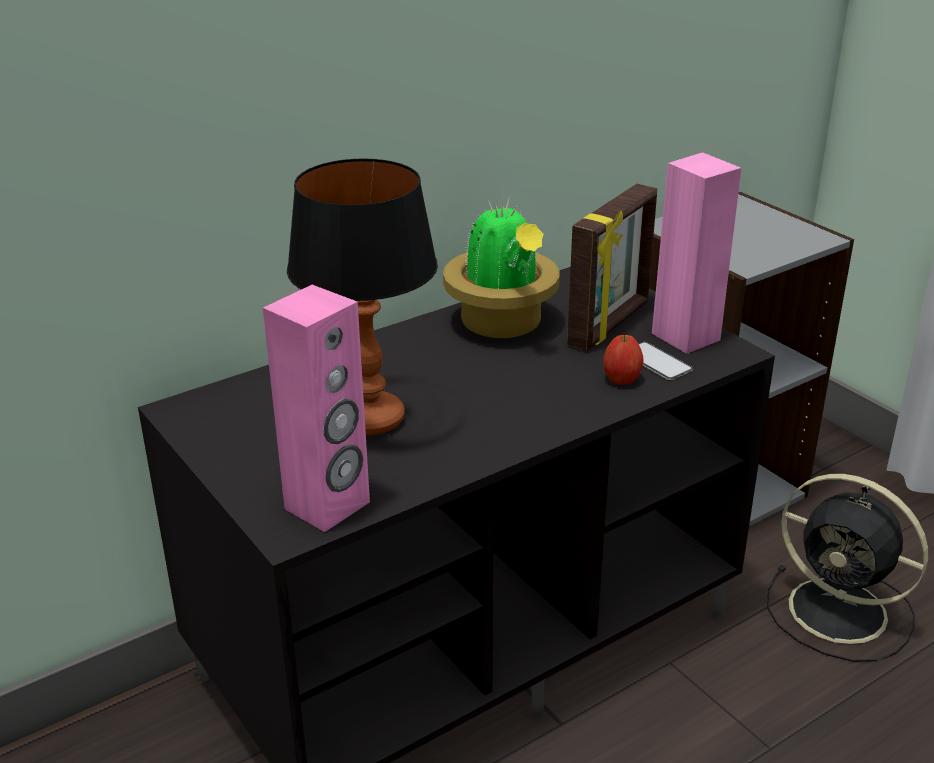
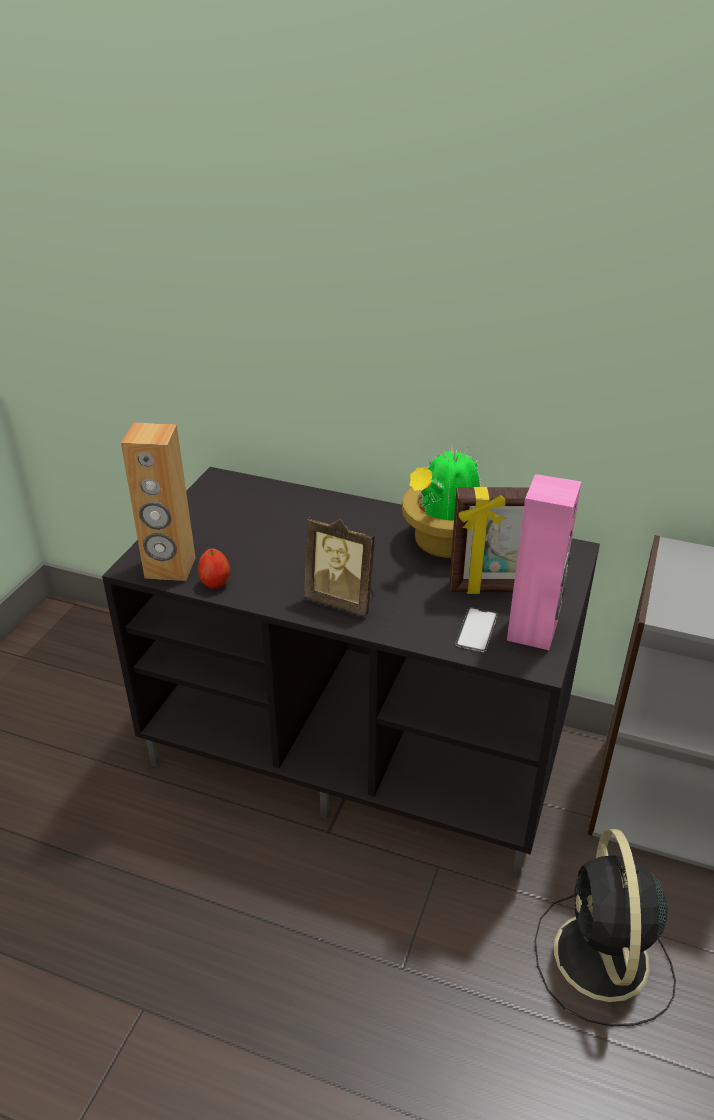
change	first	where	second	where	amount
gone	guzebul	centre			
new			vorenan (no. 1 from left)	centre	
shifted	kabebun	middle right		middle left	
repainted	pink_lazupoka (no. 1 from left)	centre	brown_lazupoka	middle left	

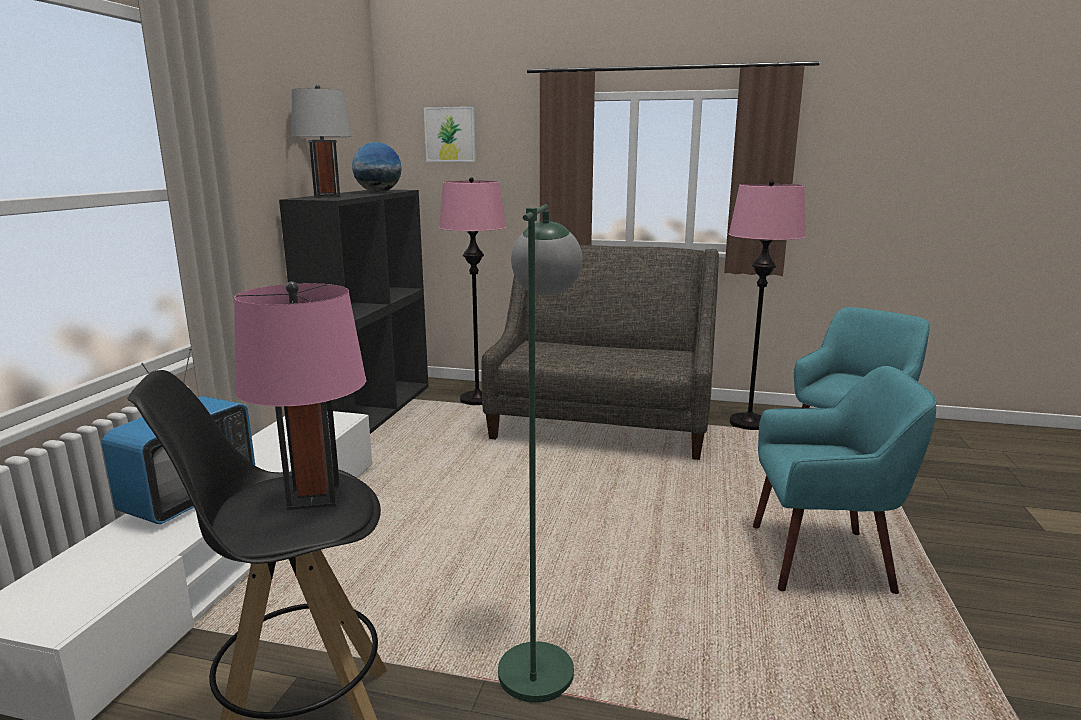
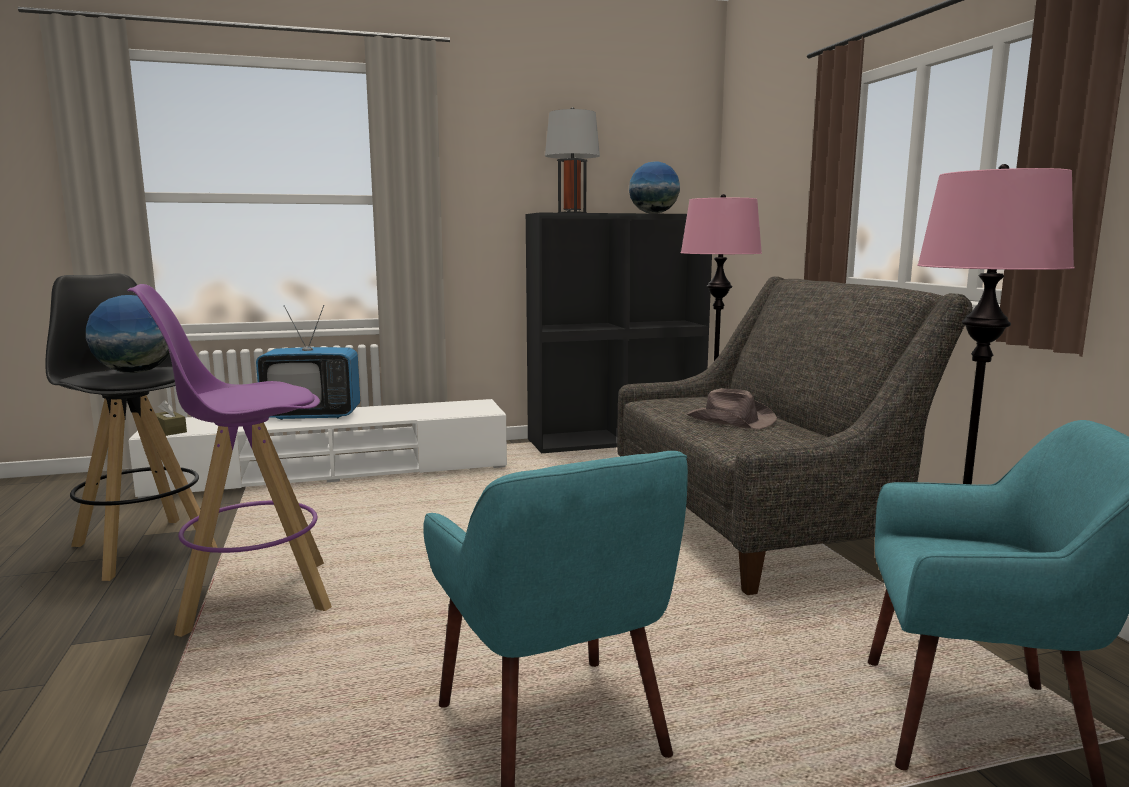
change	first	where	second	where	amount
gone	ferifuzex	top centre			
new			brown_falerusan	middle left	
new			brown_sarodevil	centre	
swapped	pink_guzebul	middle left	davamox (no. 1 from left)	middle left	
swapped	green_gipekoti	centre	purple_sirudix	middle left	

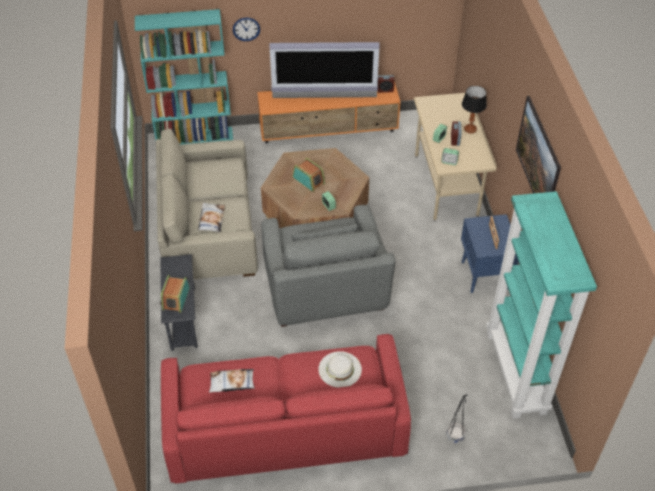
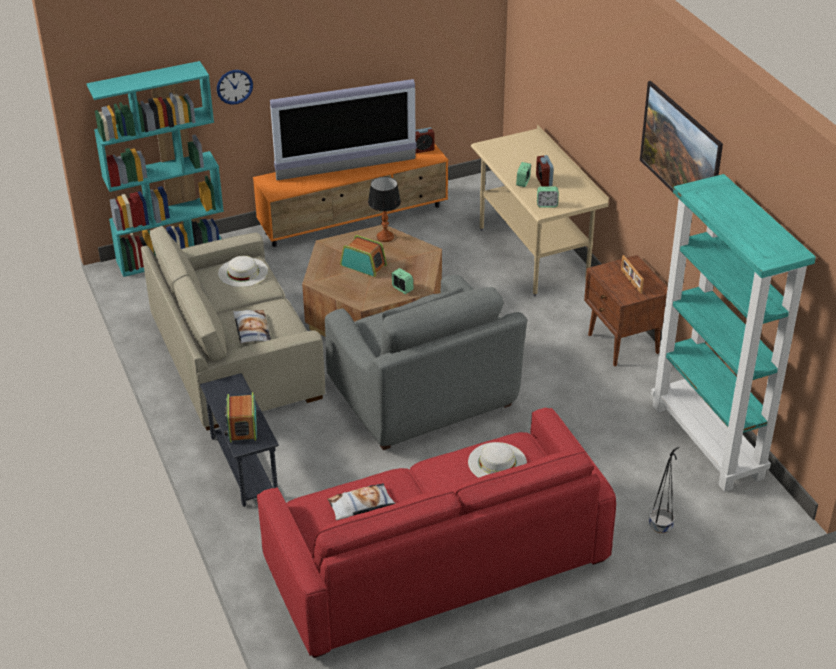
change	first	where	second	where	amount
new			white_sarodevil (no. 1 from left)	middle left	
shifted	guzebul	top right		top centre	
repainted	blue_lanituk	middle right	brown_lanituk	middle right	

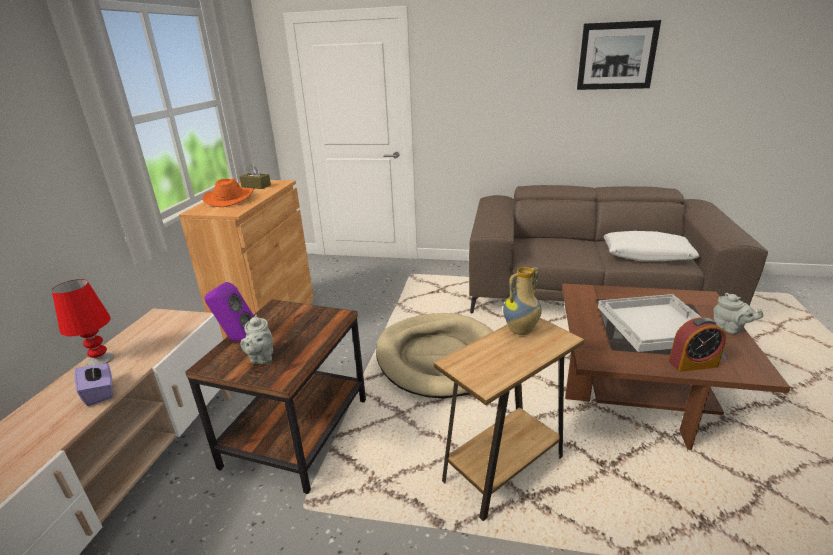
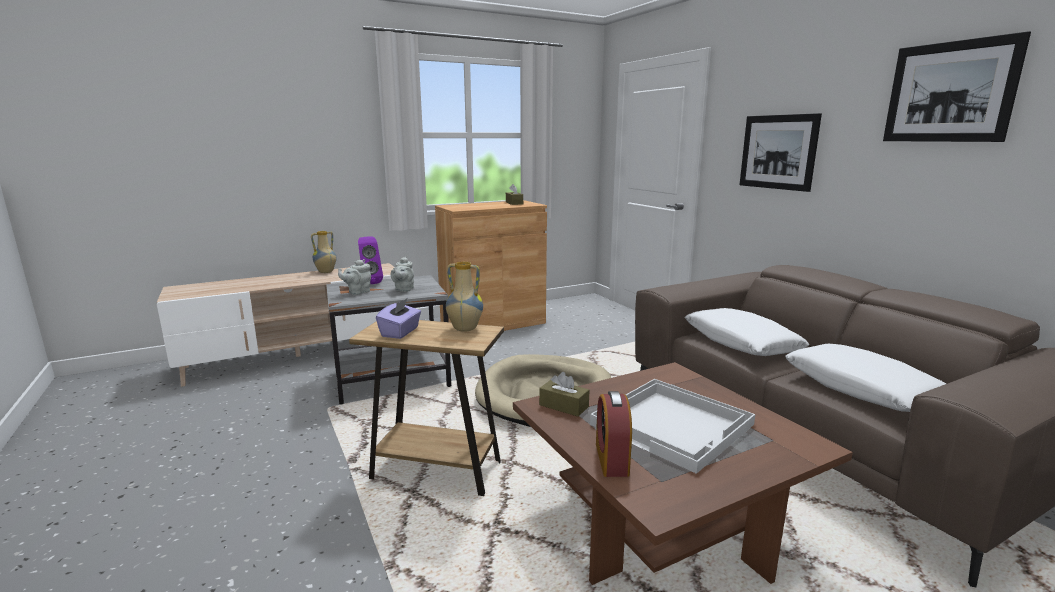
change	first	where	second	where	amount
gone	orange_sarodevil	middle left			
new			brown_falerusan (no. 2 from left)	centre	
new			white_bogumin (no. 1 from left)	middle right	
new			ferifuzex (no. 1 from left)	top right	
shifted	purple_falerusan	bottom left		centre	
shifted	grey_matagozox (no. 2 from left)	middle right		centre	
swapped	red_guzebul	middle left	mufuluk (no. 1 from left)	middle left	
repainted	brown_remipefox (no. 1 from left)	bottom left	grey_remipefox	centre	
rotated	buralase	middle right		bottom centre	45 degrees clockwise

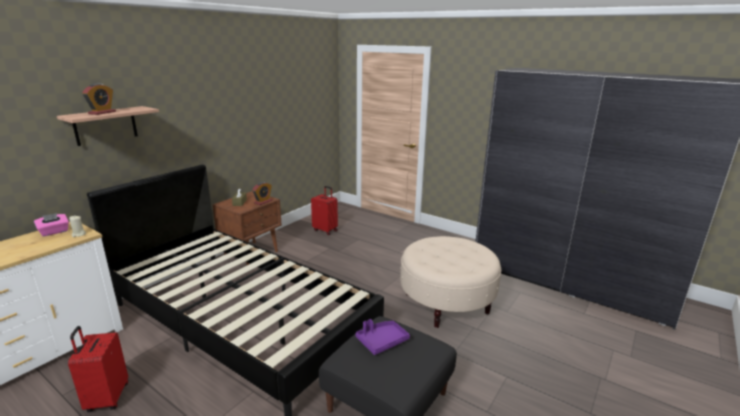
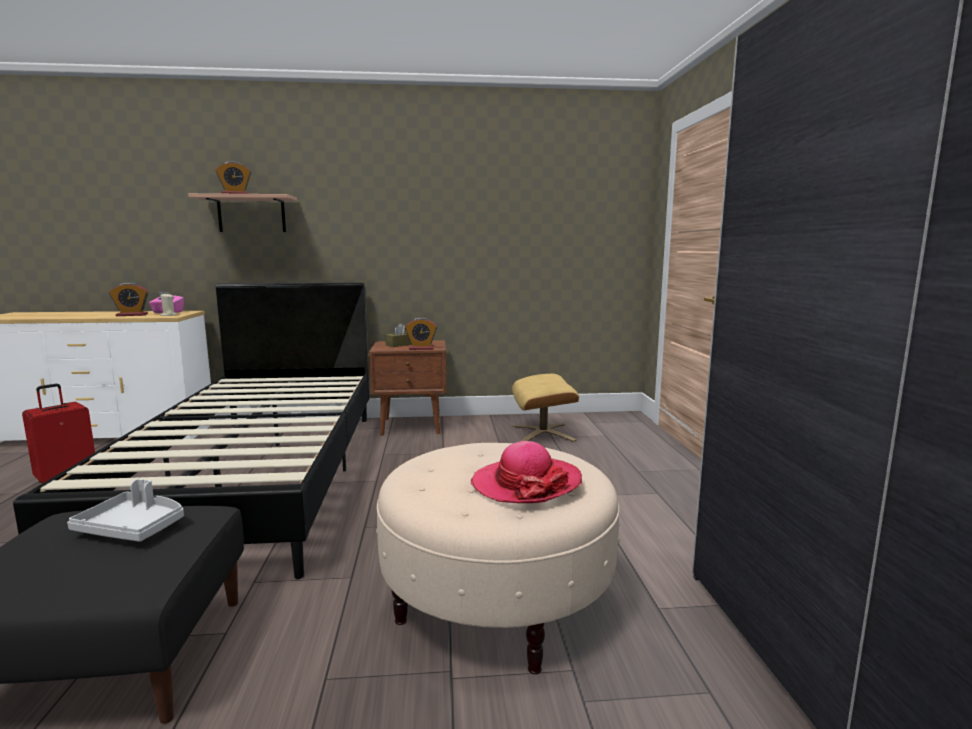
change	first	where	second	where	amount
new			buralase (no. 1 from left)	middle left	
new			sarodevil	centre	
swapped	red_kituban (no. 2 from left)	centre	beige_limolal (no. 2 from left)	centre	
repainted	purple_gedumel	bottom centre	grey_gedumel	bottom left	

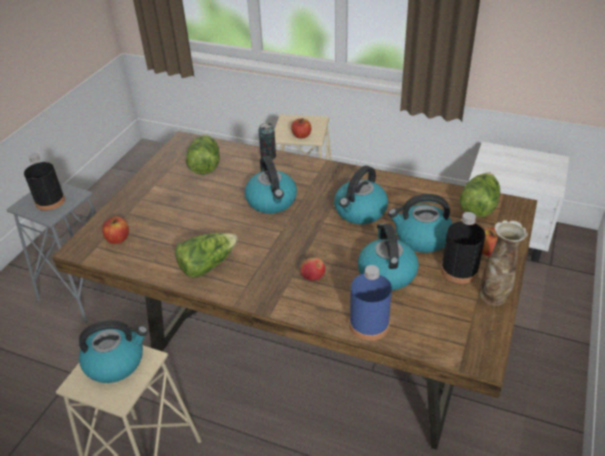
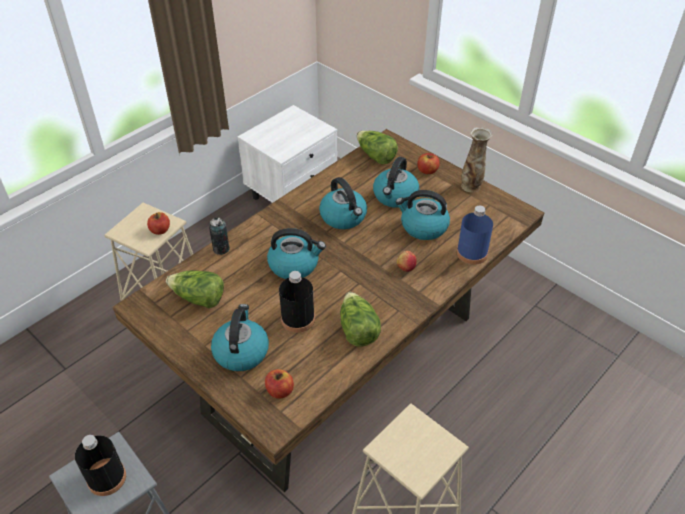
change	first	where	second	where	amount
shifted	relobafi (no. 1 from left)	bottom left		centre	
shifted	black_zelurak (no. 2 from left)	middle right		centre	

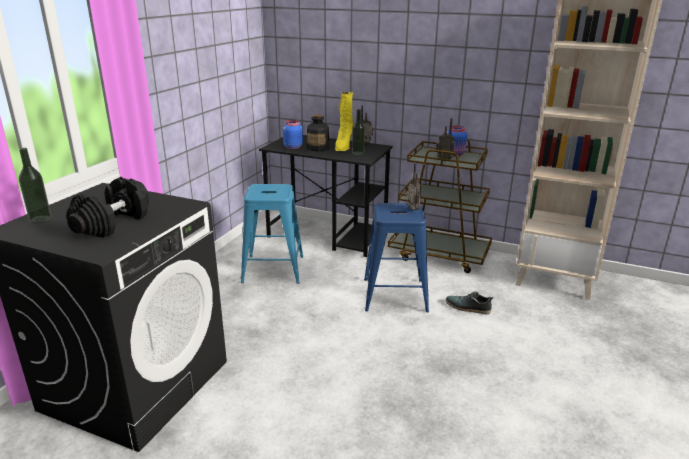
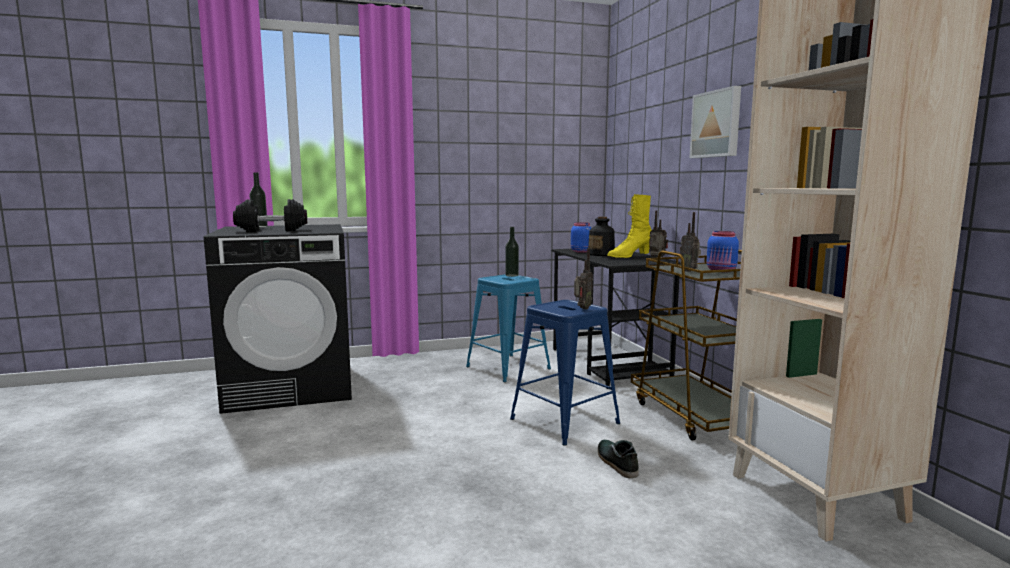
change	first	where	second	where	amount
new			ferifuzex	top right	
shifted	zelurak (no. 3 from left in the first image)	top centre	zelurak (no. 2 from left)	centre	

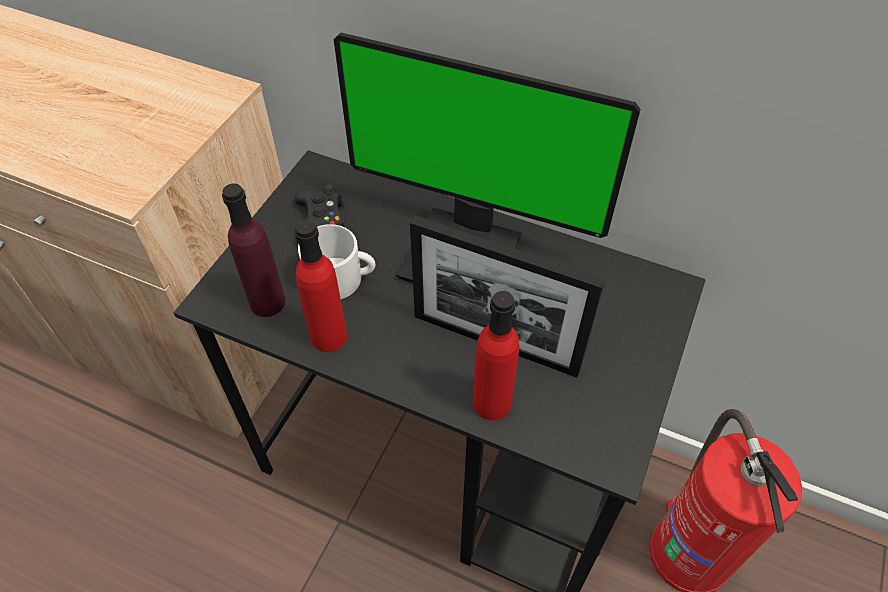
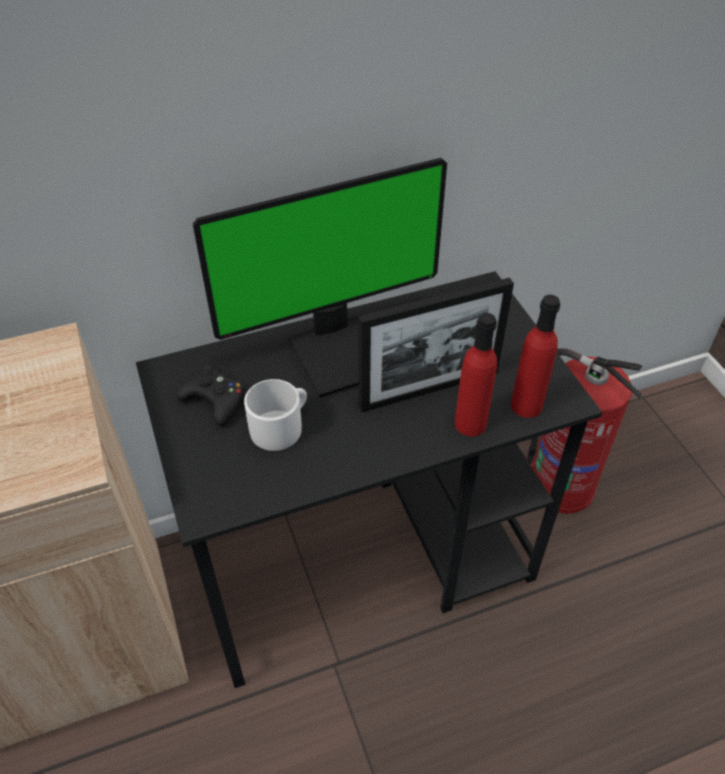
change	first	where	second	where	amount
gone	purple_zelurak	middle left			
shifted	red_zelurak (no. 1 from left in the first image)	centre	red_zelurak (no. 2 from left)	middle right	

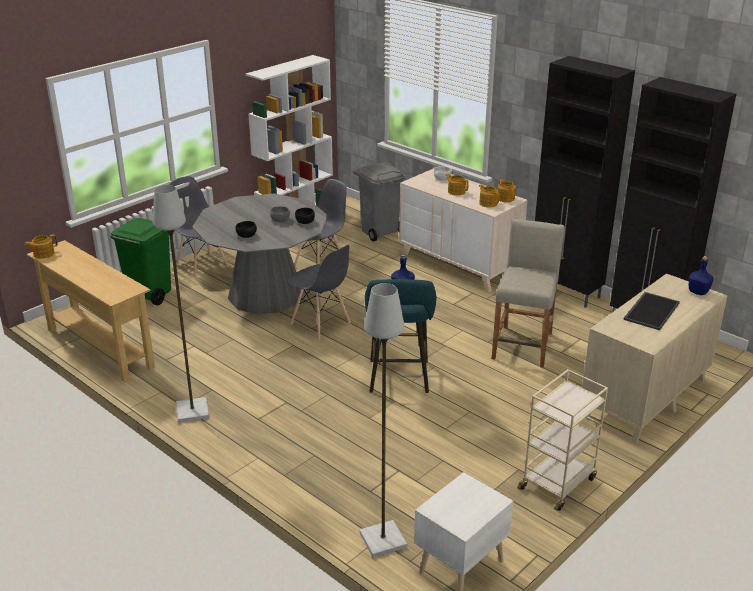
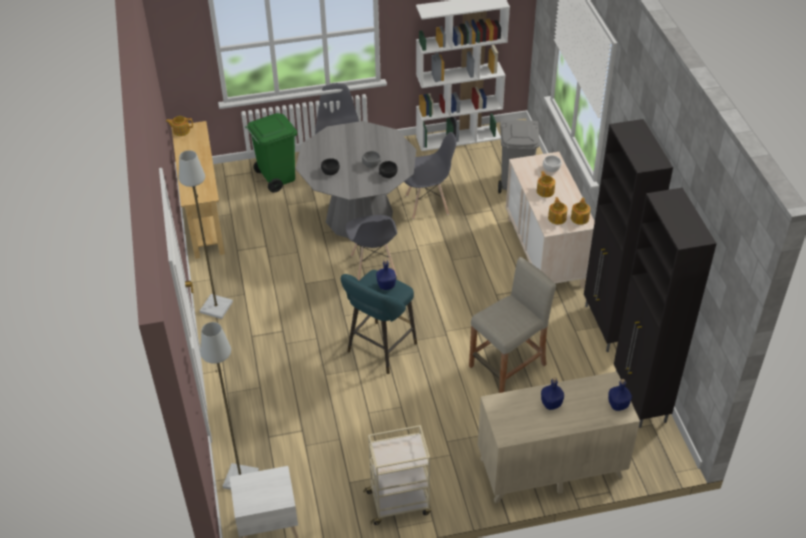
change	first	where	second	where	amount
swapped	gedumel	middle right	blue_zelurak (no. 2 from left)	bottom right	

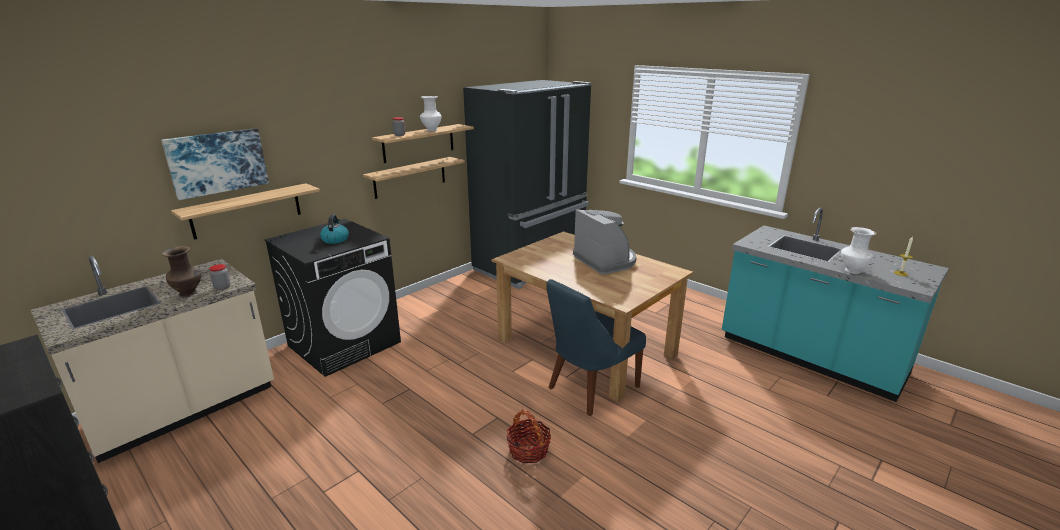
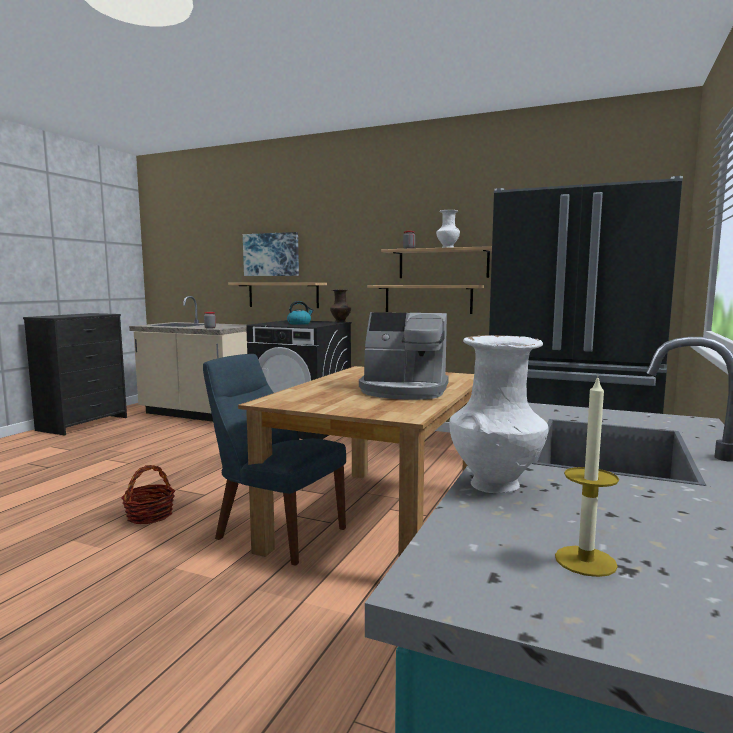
change	first	where	second	where	amount
shifted	brown_mufuluk	middle left		centre	
rotated	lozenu	centre		centre	60 degrees clockwise

